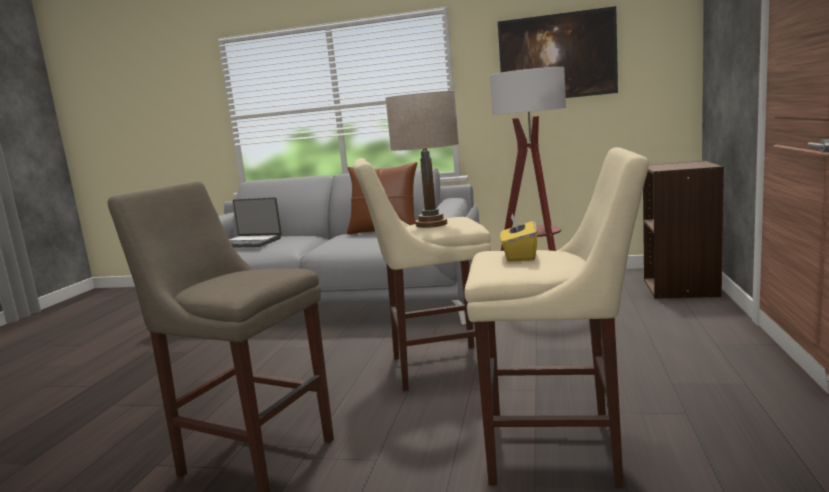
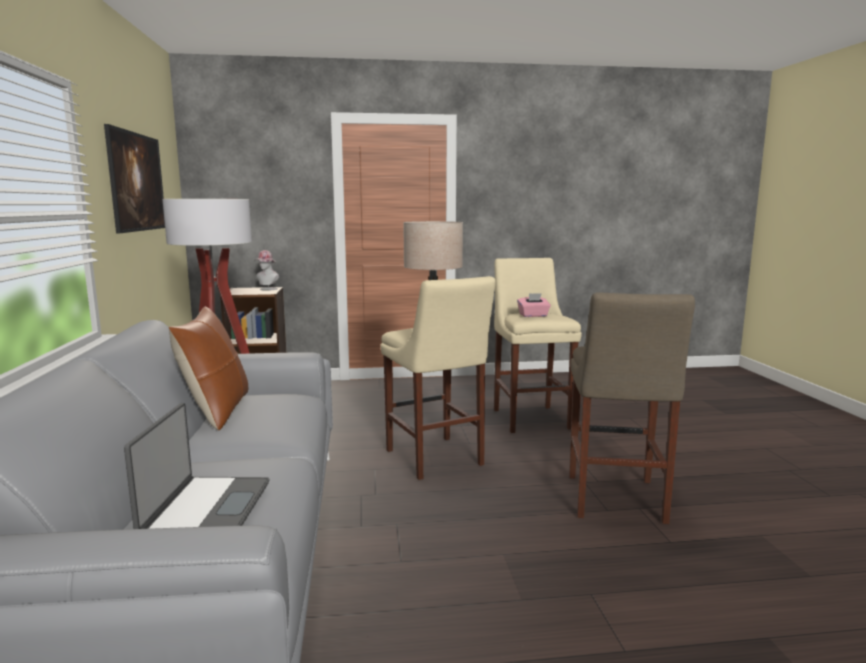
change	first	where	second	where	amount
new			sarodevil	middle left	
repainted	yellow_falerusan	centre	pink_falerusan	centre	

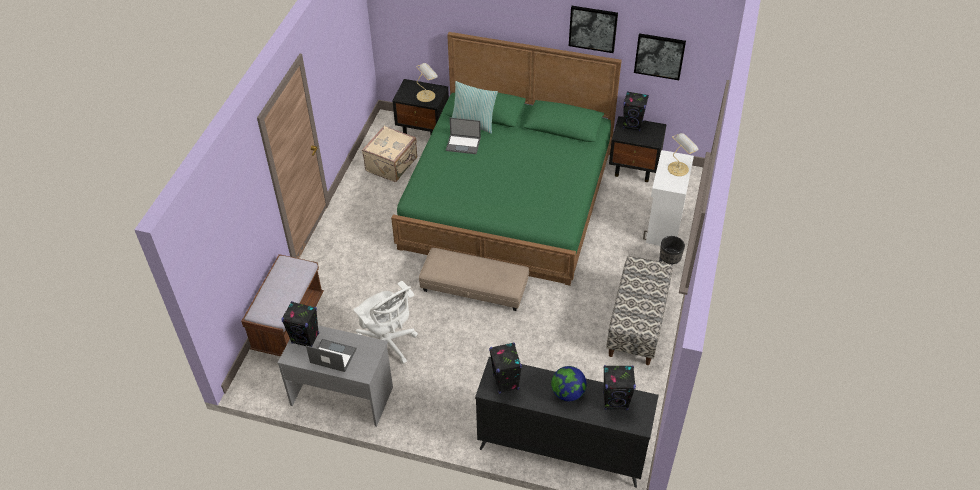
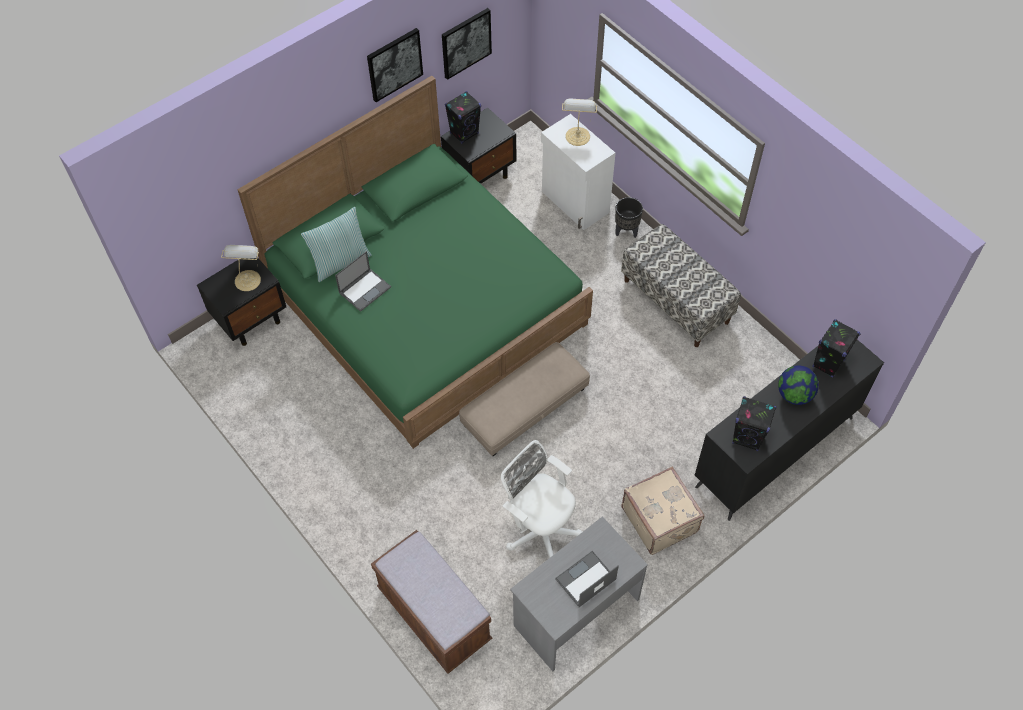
change	first	where	second	where	amount
gone	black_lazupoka (no. 1 from left)	middle left			
shifted	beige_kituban	top centre		bottom centre	
rotated	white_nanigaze	centre		bottom centre	135 degrees counterclockwise

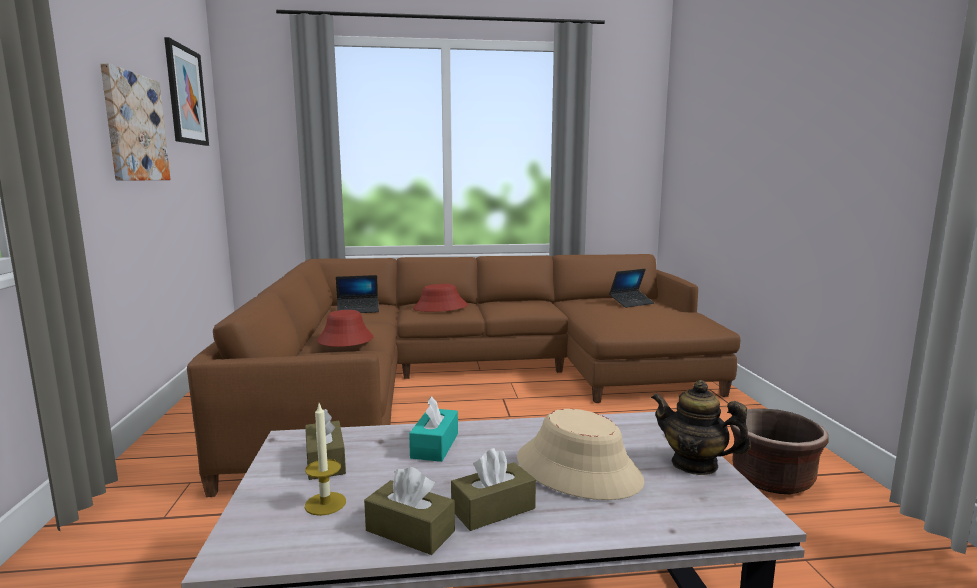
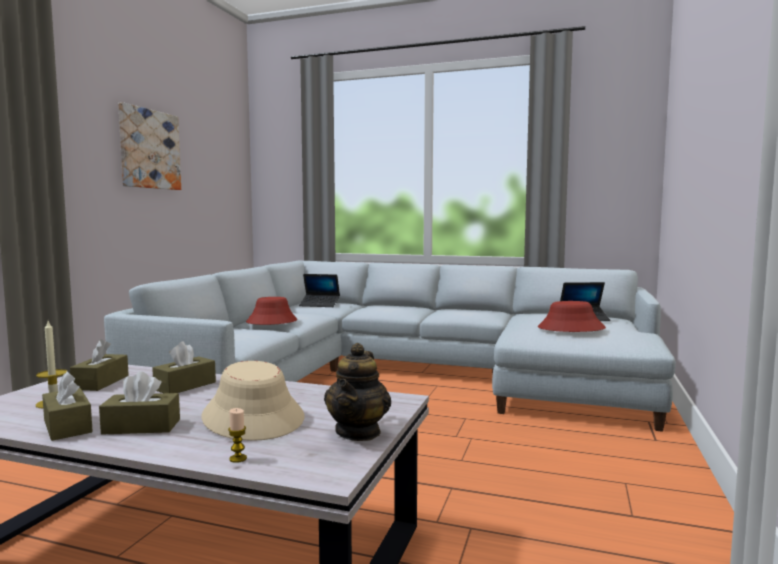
change	first	where	second	where	amount
gone	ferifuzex (no. 2 from left)	top left			
gone	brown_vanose	bottom right			
new			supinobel (no. 2 from left)	bottom left	
shifted	red_sarodevil (no. 2 from left)	centre		middle right	
repainted	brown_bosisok	centre	grey_bosisok	centre	
repainted	turquoise_falerusan	bottom centre	brown_falerusan (no. 4 from left)	middle left	
rotated	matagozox	bottom right		bottom centre	135 degrees counterclockwise

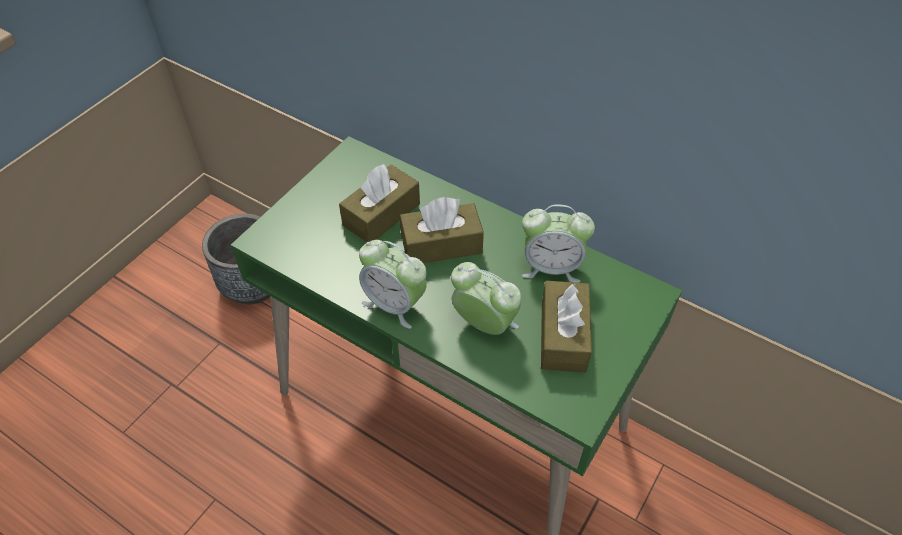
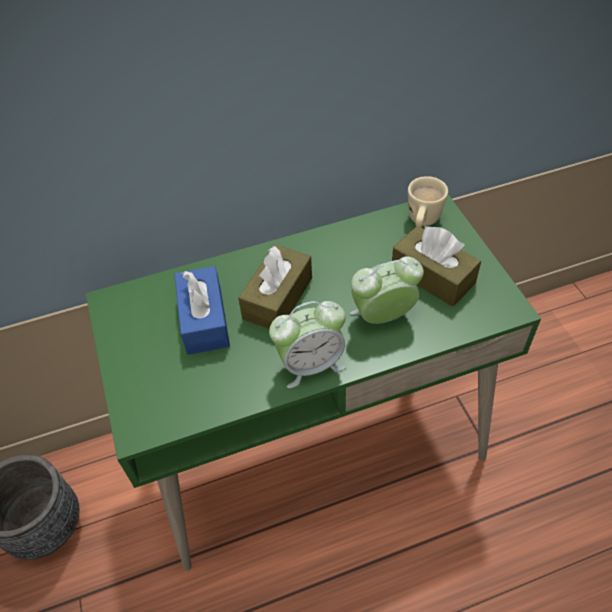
change	first	where	second	where	amount
gone	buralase (no. 3 from left)	centre			
new			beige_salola	top right	
repainted	brown_falerusan (no. 1 from left)	centre	blue_falerusan	middle left	

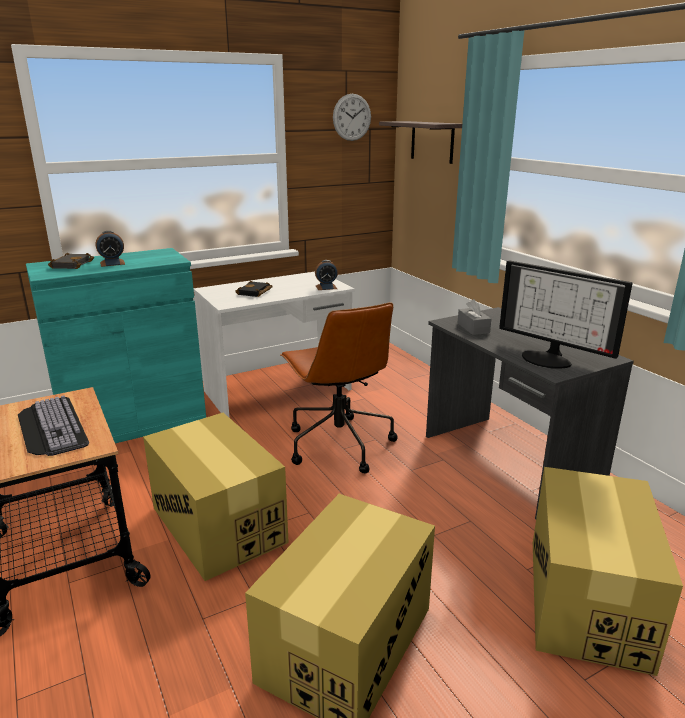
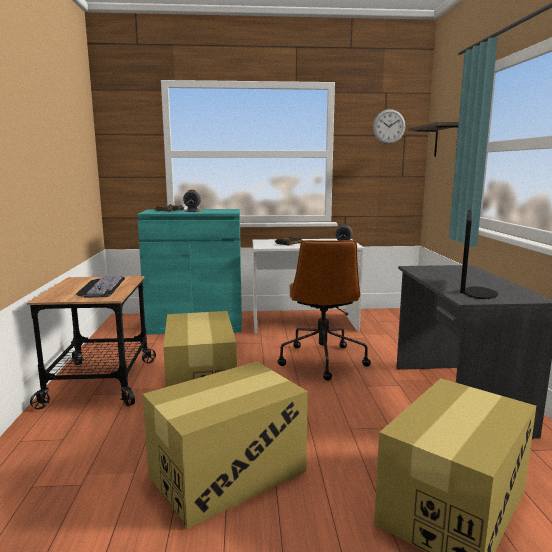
change	first	where	second	where	amount
gone	grey_falerusan	middle right			
rotated	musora	middle right		middle right	135 degrees counterclockwise

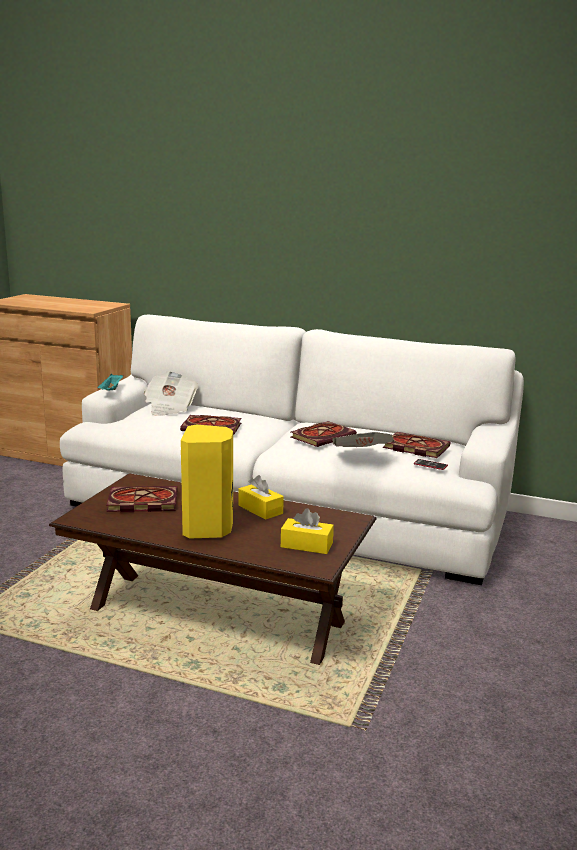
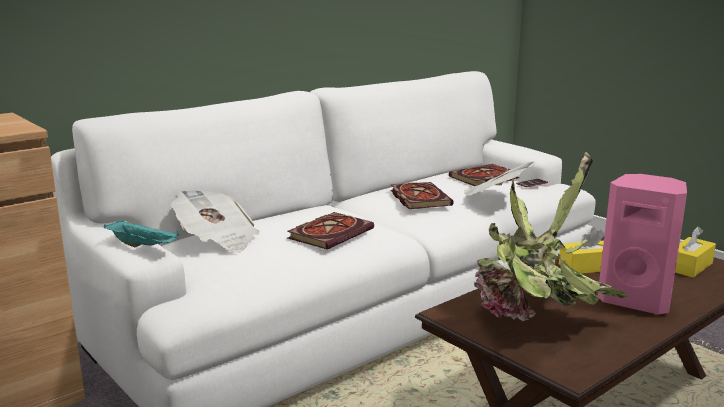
change	first	where	second	where	amount
swapped	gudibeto (no. 1 from left)	middle left	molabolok	middle right	
repainted	yellow_lazupoka	centre	pink_lazupoka	middle right	

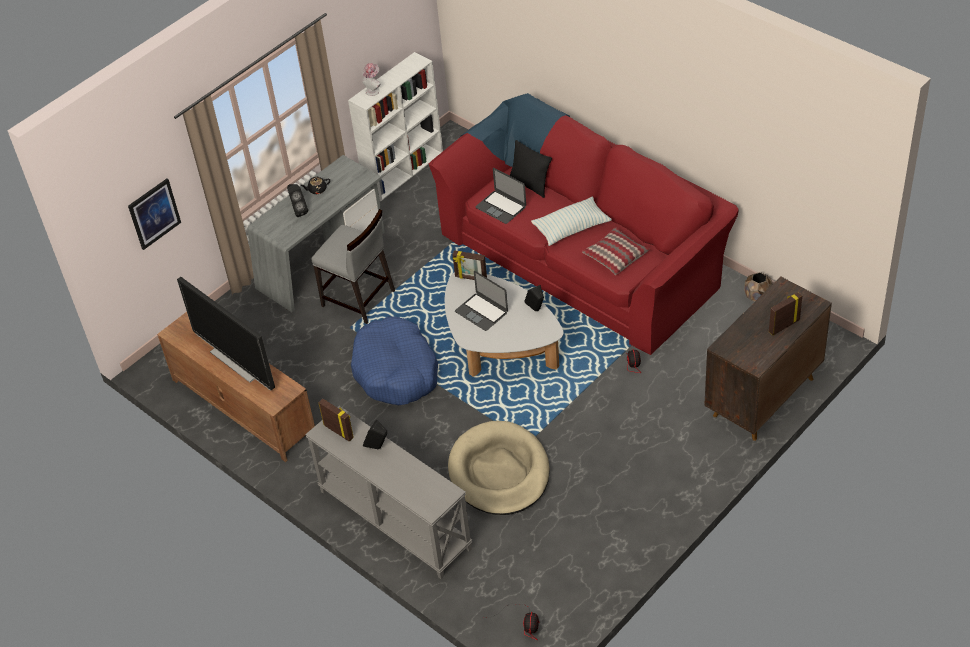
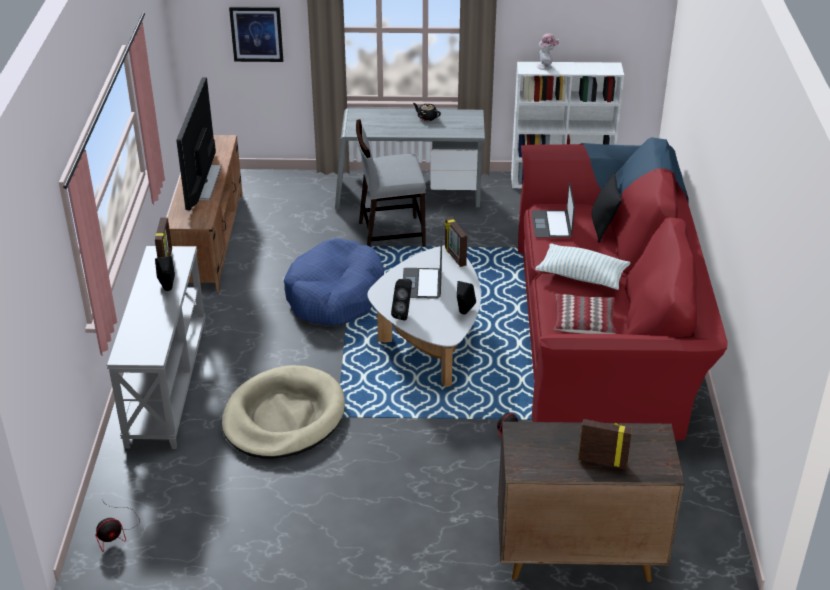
change	first	where	second	where	amount
gone	brown_vanose	middle right			
shifted	black_lazupoka (no. 1 from left in the first image)	top left	black_lazupoka (no. 2 from left)	centre	
rotated	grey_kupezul	centre		top centre	90 degrees clockwise

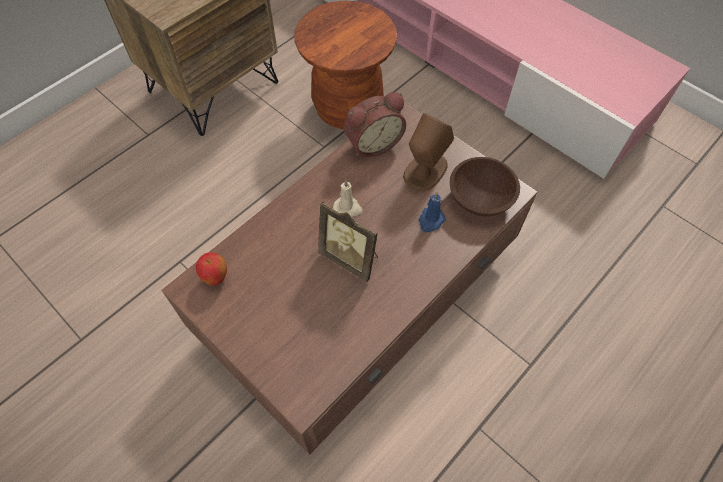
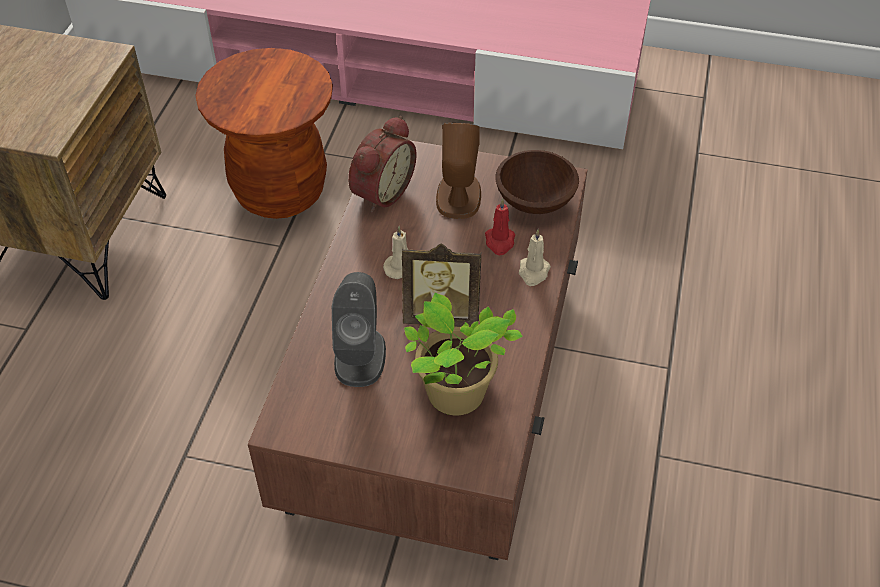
change	first	where	second	where	amount
gone	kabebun	middle left			
new			grey_lazupoka	centre	
new			molabolok	centre	
new			beige_supinobel (no. 2 from left)	centre	
repainted	blue_supinobel	centre	red_supinobel	centre	

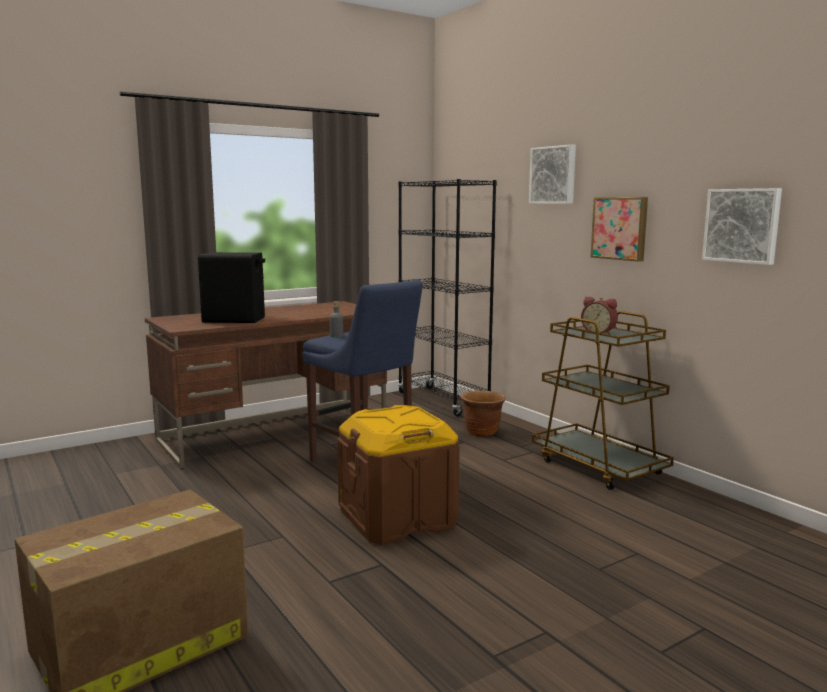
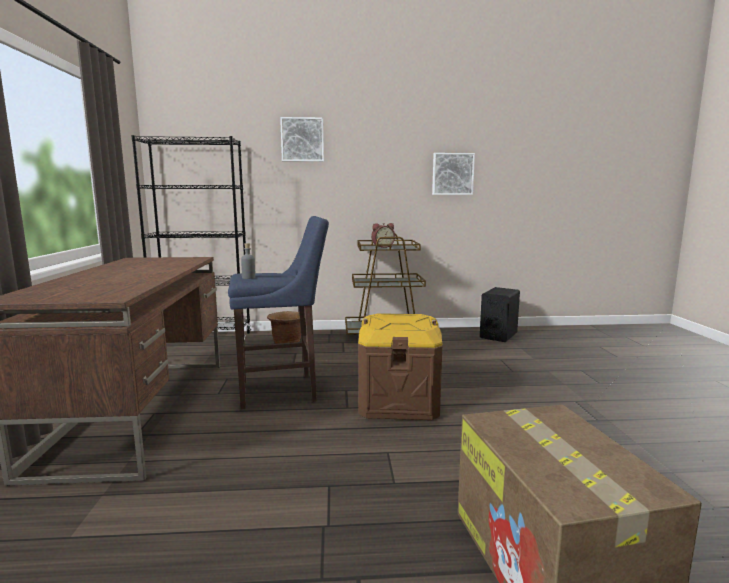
change	first	where	second	where	amount
gone	ferifuzex (no. 2 from left)	top right			
shifted	black_lazupoka	middle left		middle right	

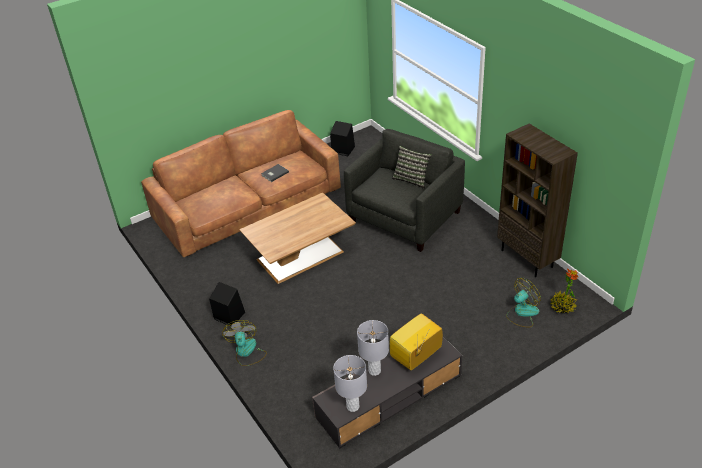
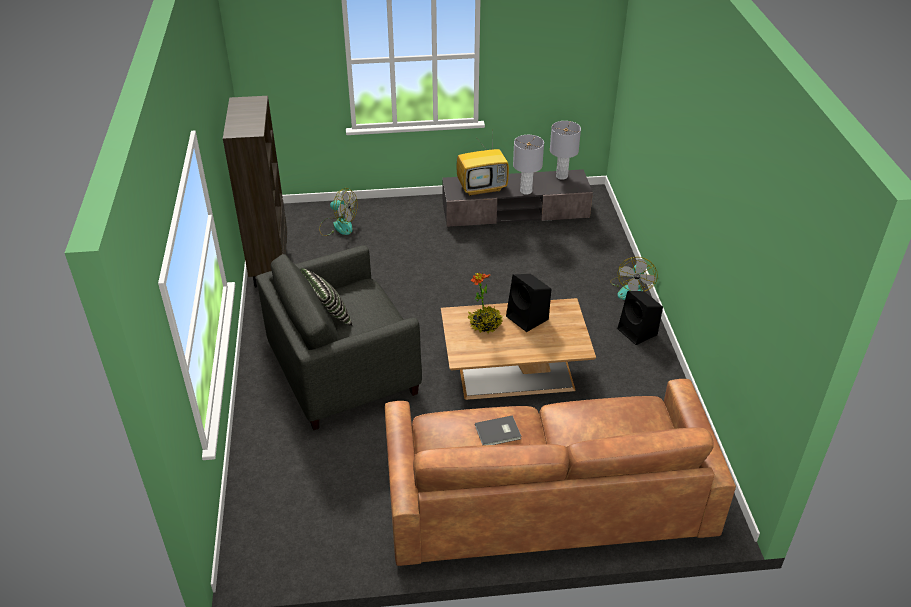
change	first	where	second	where	amount
shifted	black_lazupoka (no. 2 from left in the first image)	top centre	black_lazupoka (no. 1 from left)	centre	
shifted	molabolok	middle right		centre	
rotated	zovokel (no. 2 from left in the first image)	middle right	zovokel (no. 1 from left)	centre	150 degrees counterclockwise

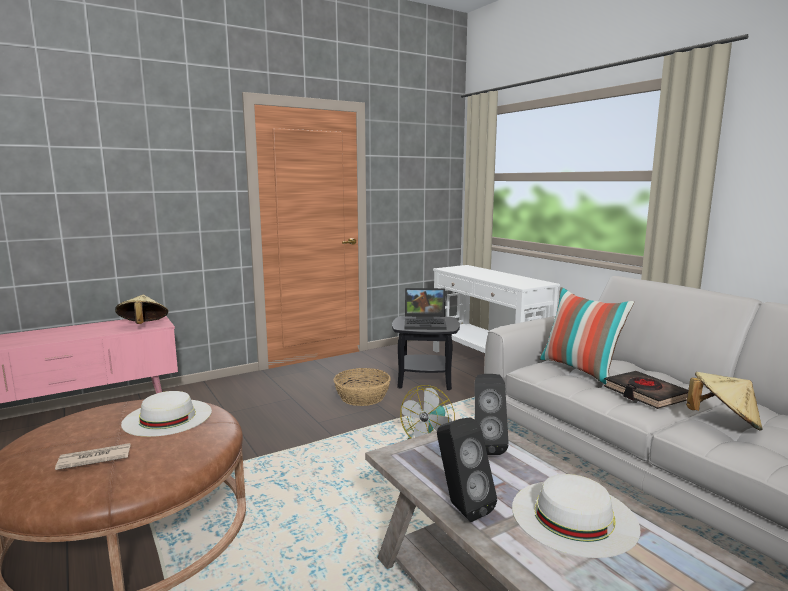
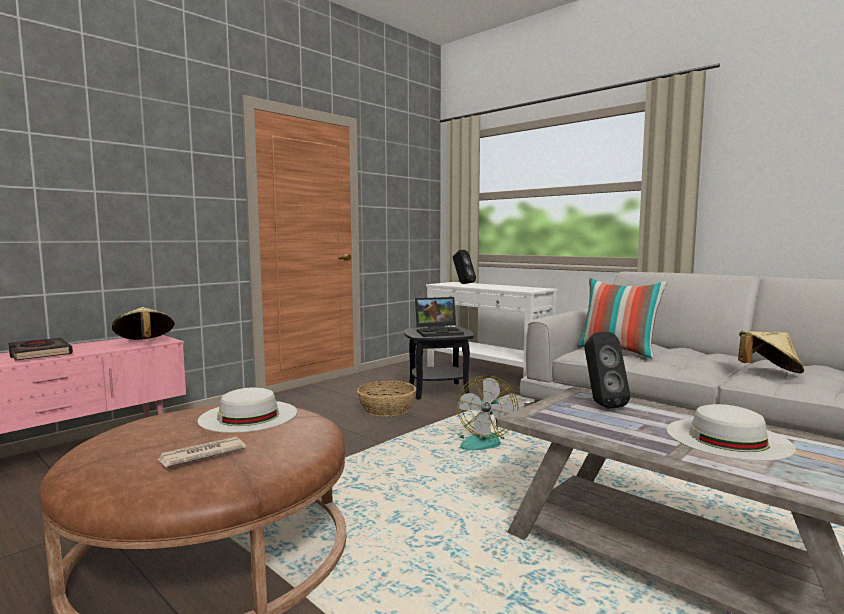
change	first	where	second	where	amount
shifted	black_lazupoka (no. 1 from left)	bottom centre		centre	
shifted	black_gudibeto	middle right		middle left	

